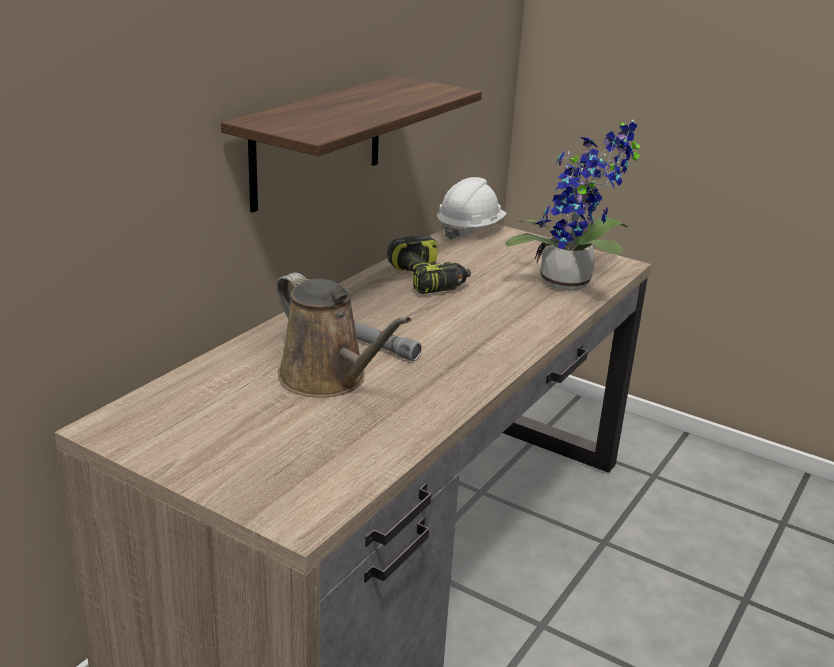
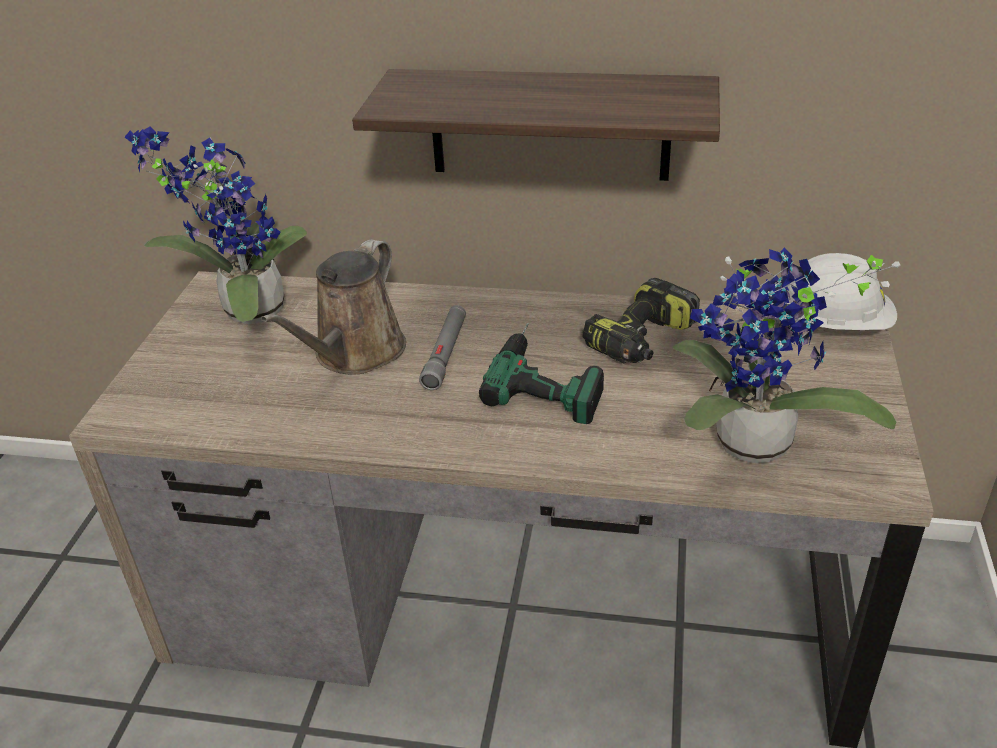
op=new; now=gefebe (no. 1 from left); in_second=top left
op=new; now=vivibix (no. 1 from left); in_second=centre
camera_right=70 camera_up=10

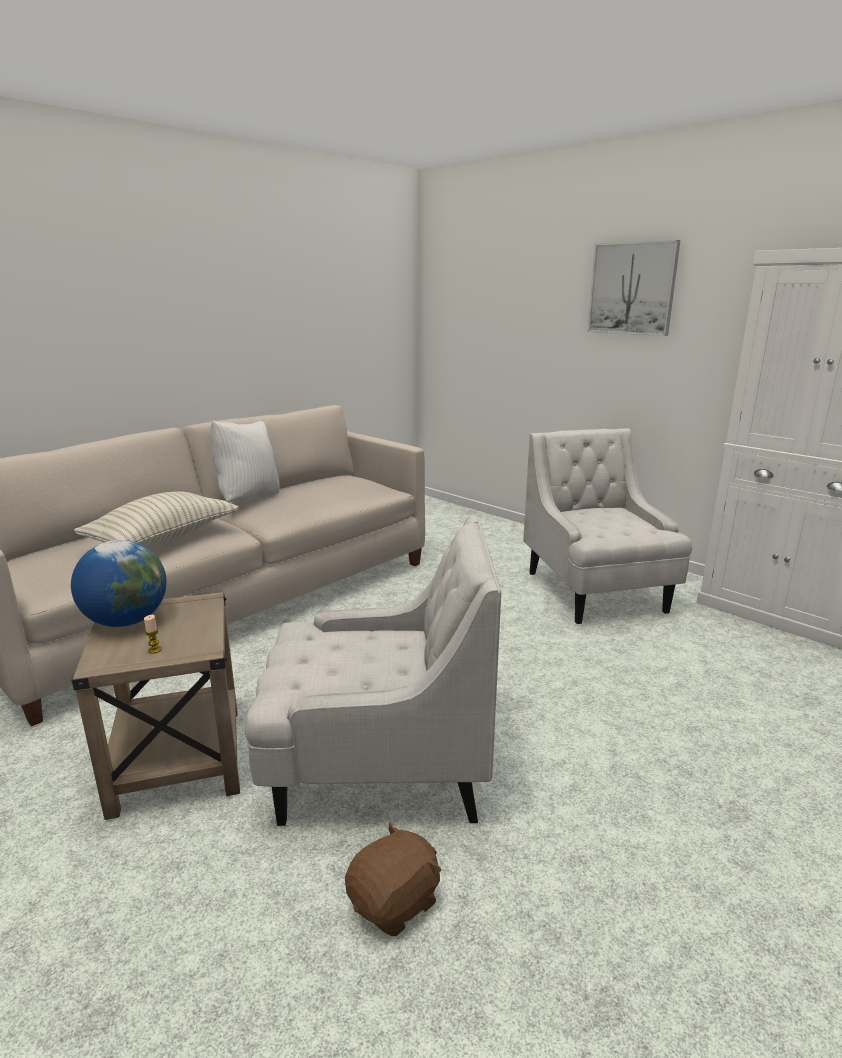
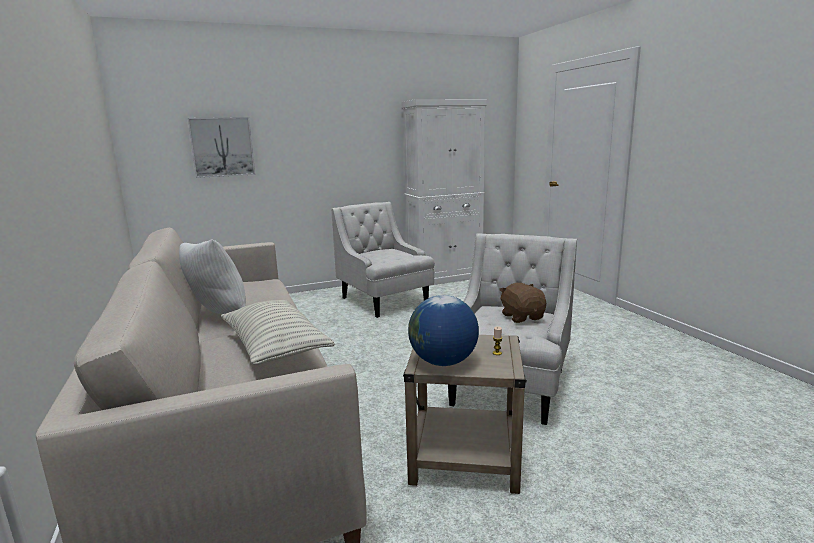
op=shifted; was=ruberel; in_first=top right; in_second=top left
op=rotated; was=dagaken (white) (no. 2 from left in the first image); in_first=middle right; in_second=centre; clockwise=45
op=shifted; was=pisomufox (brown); in_first=bottom centre; in_second=centre
camera_right=-65 camera_up=-5

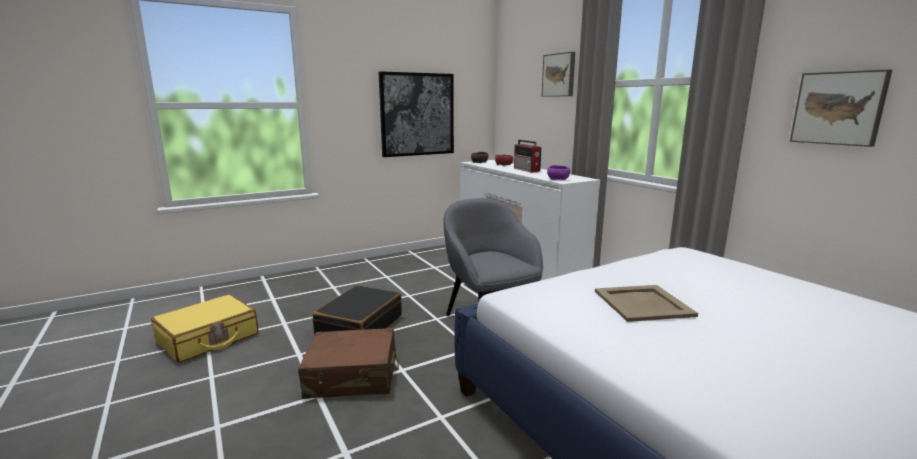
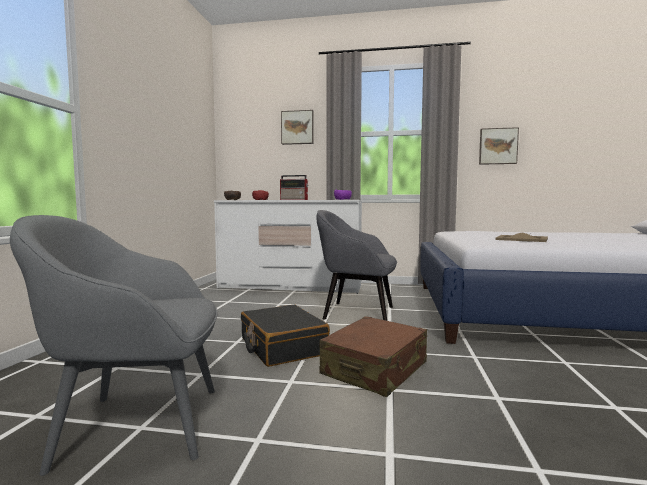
op=swapped; was=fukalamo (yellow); now=dagaken (grey) (no. 1 from left); in_first=bottom left; in_second=bottom left
op=gone; was=ruberel (no. 1 from left); in_first=top centre
camera_right=-50 camera_up=-10

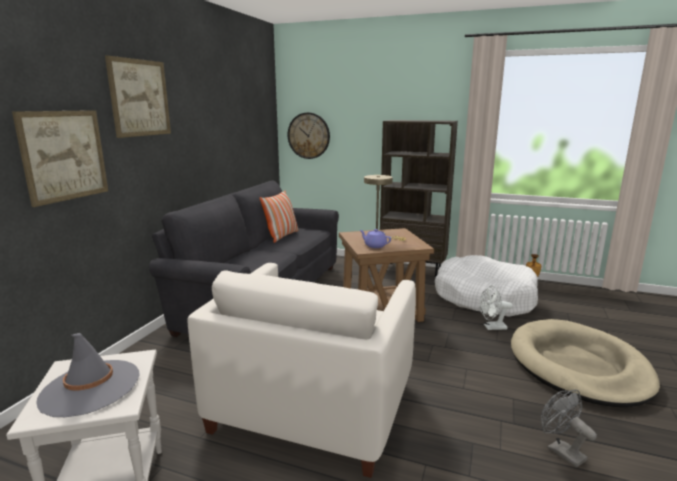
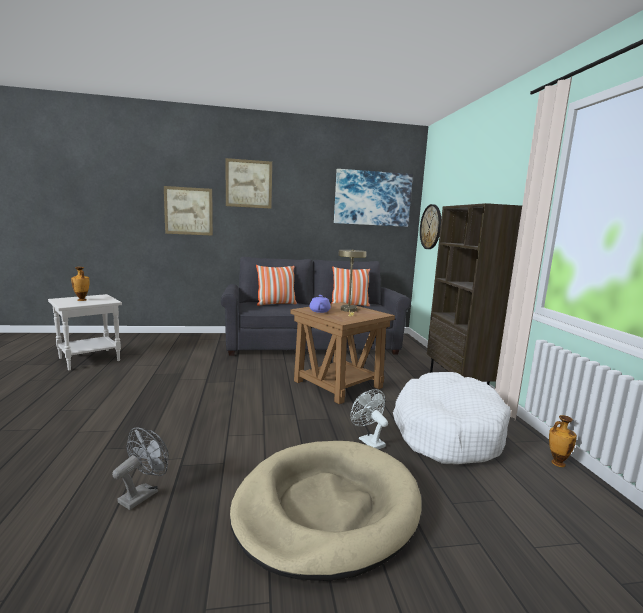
op=swapped; was=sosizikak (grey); now=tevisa (no. 1 from left); in_first=bottom left; in_second=middle left
op=new; now=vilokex (no. 1 from left); in_second=centre
op=new; now=ruberel (no. 3 from left); in_second=top centre
op=gone; was=dagaken (white); in_first=bottom centre
camera_right=60 camera_up=-5

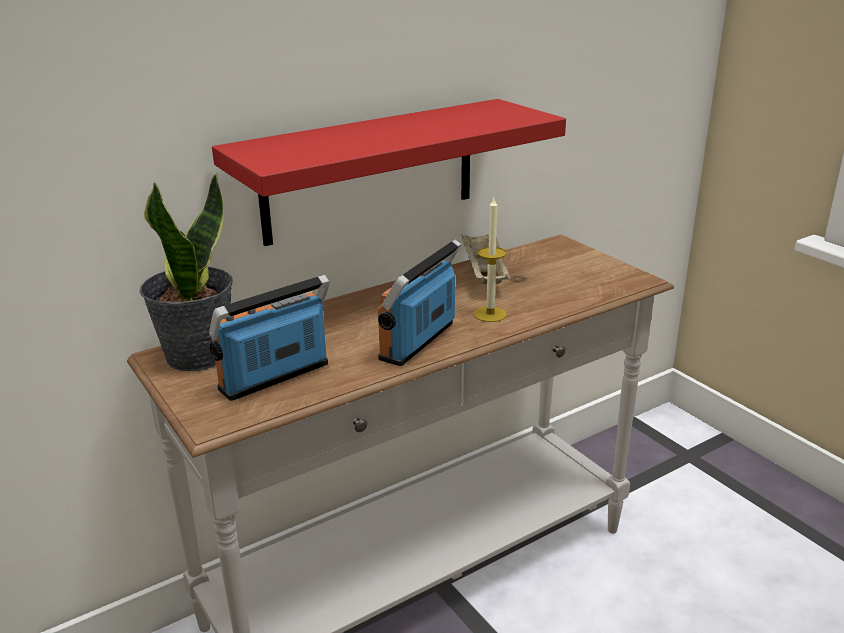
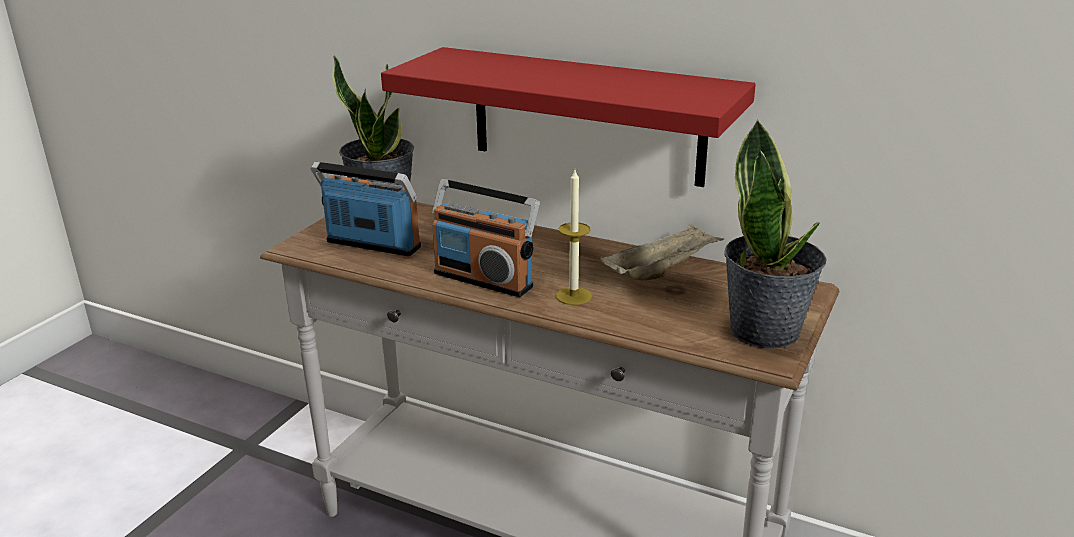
op=rotated; was=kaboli (no. 2 from left); in_first=centre; in_second=centre; clockwise=-150
op=new; now=gefebe (no. 2 from left); in_second=middle right
camera_right=60 camera_up=0

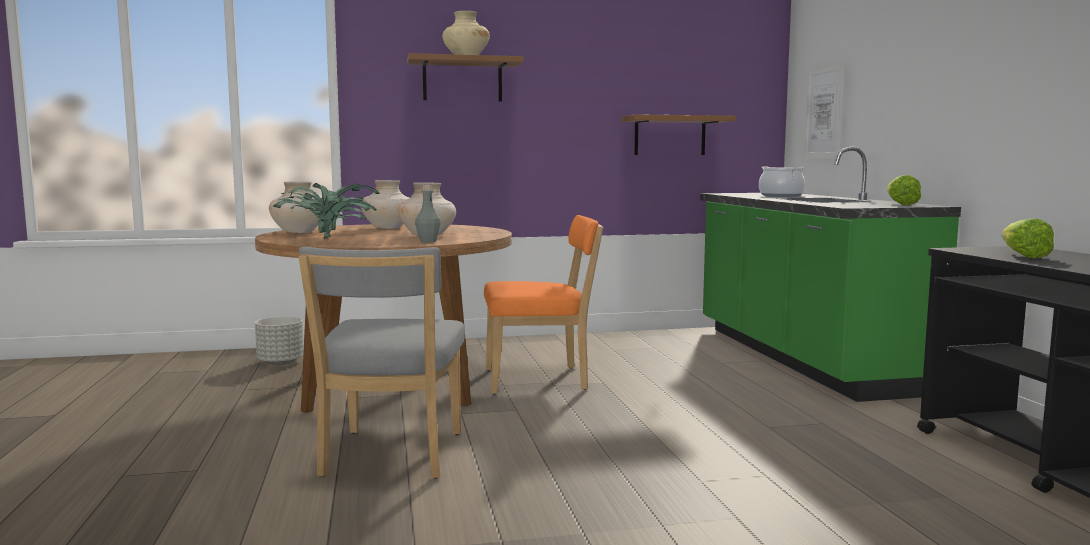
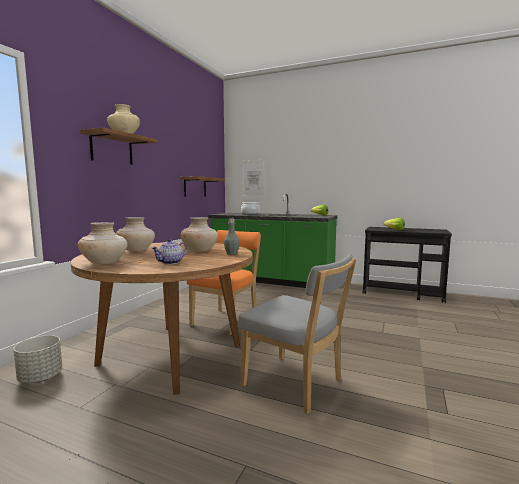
op=swapped; was=gefebe; now=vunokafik; in_first=middle left; in_second=middle left
camera_right=-55 camera_up=0

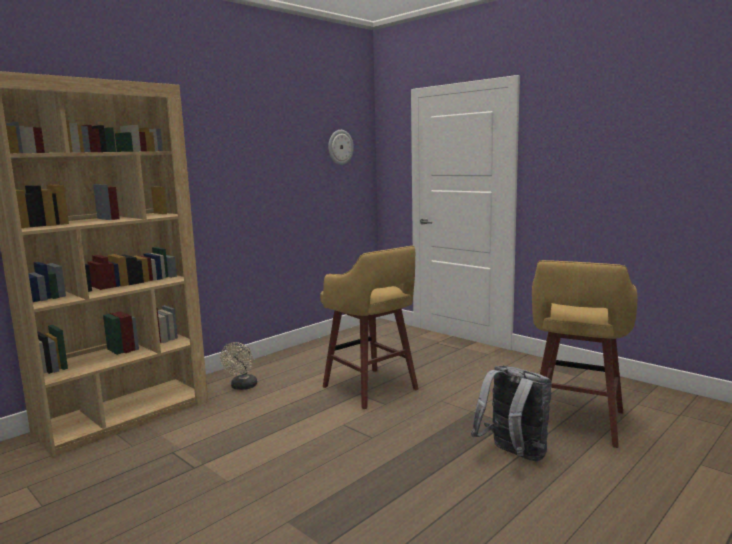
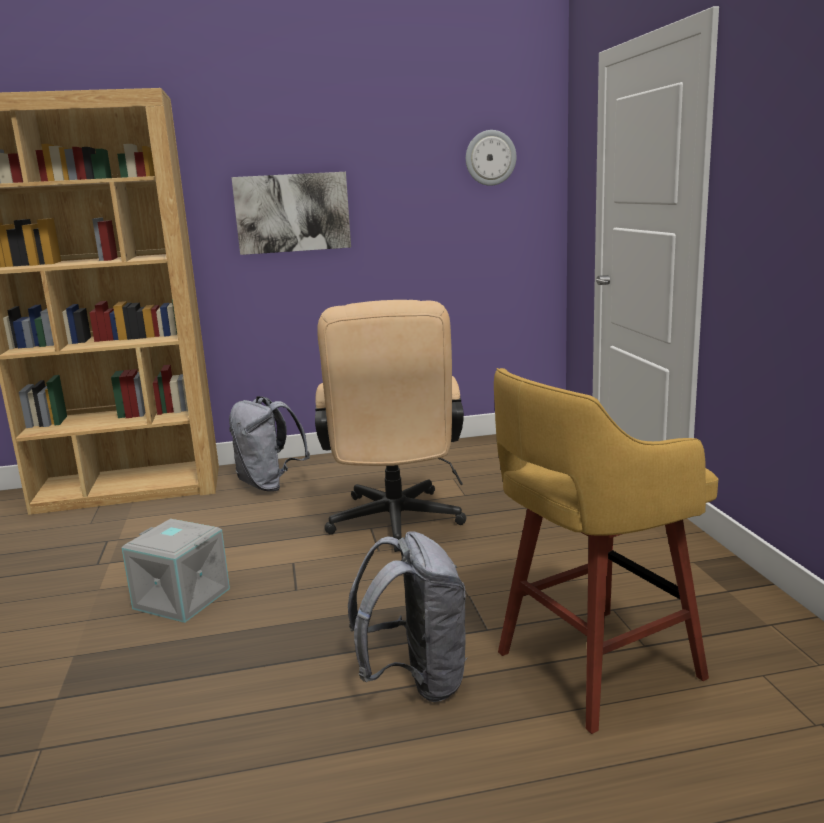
op=new; now=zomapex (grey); in_second=bottom left
op=swapped; was=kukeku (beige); now=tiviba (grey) (no. 1 from left); in_first=bottom left; in_second=middle left
op=new; now=ruberel; in_second=top centre
op=swapped; was=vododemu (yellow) (no. 1 from left); now=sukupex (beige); in_first=centre; in_second=centre
camera_right=35 camera_up=5

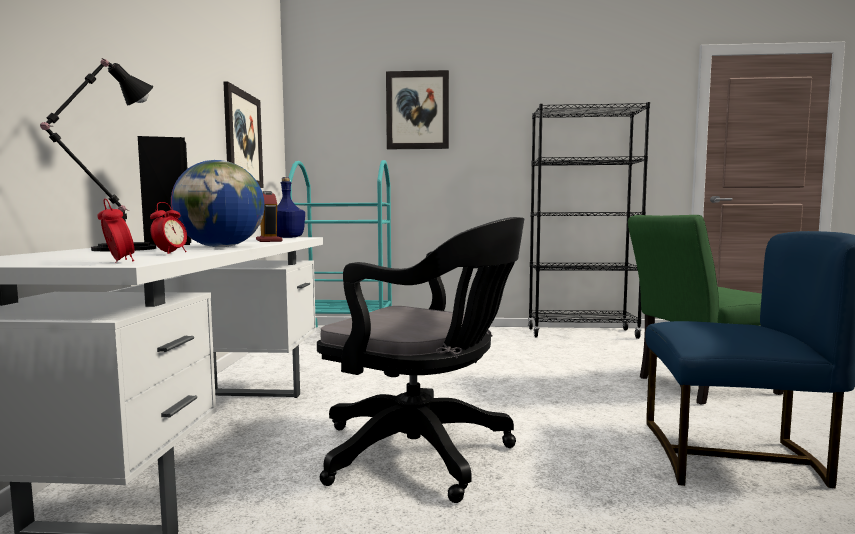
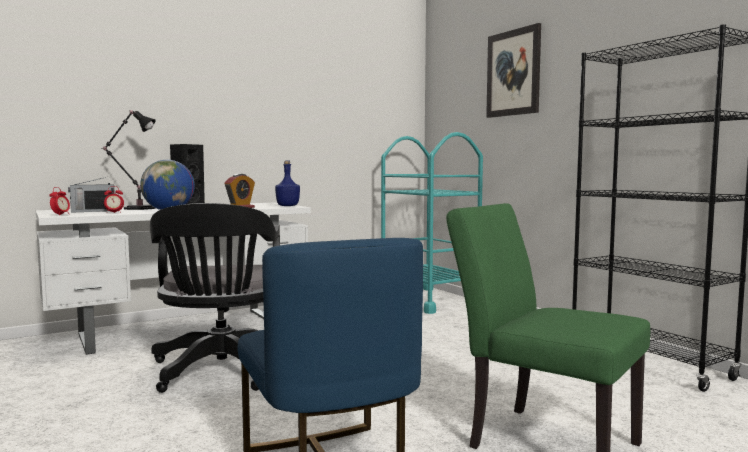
op=new; now=kaboli; in_second=middle left
op=gone; was=ruberel (no. 1 from left); in_first=top left
camera_right=55 camera_up=0

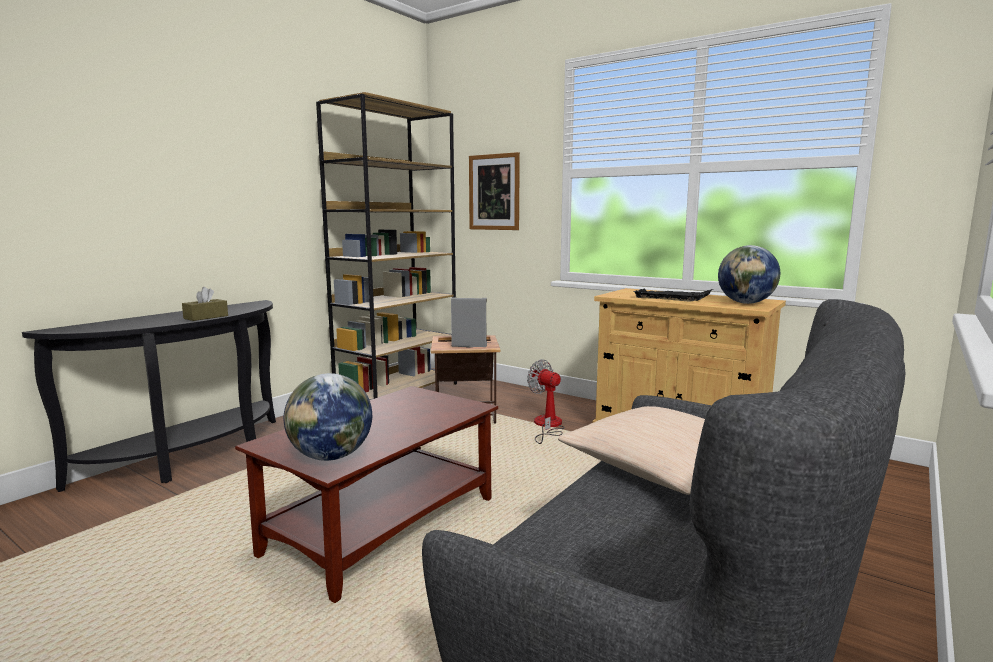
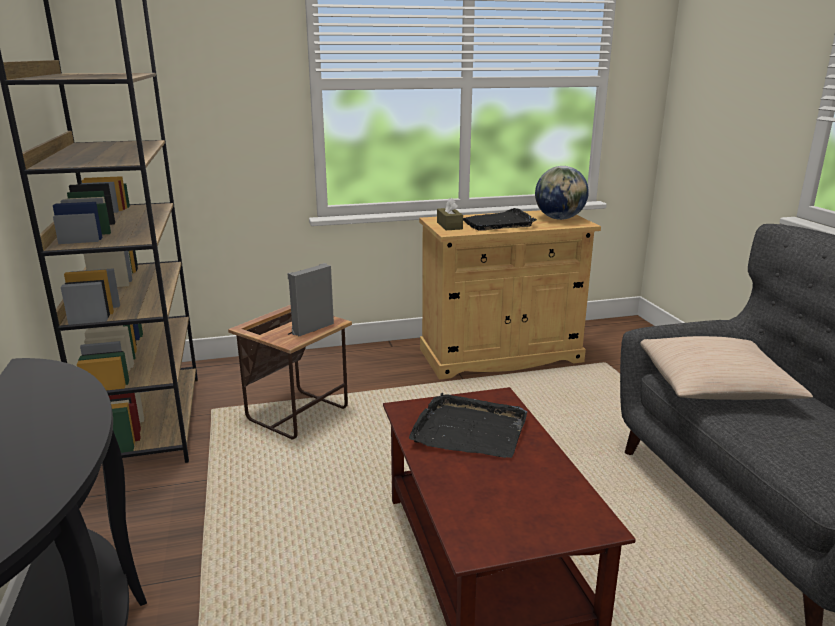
op=new; now=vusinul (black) (no. 1 from left); in_second=bottom centre
op=shifted; was=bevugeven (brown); in_first=middle left; in_second=centre
op=gone; was=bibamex (no. 1 from left); in_first=middle left
op=gone; was=ruberel; in_first=top centre
op=gone; was=kukeku; in_first=centre
camera_right=-50 camera_up=10

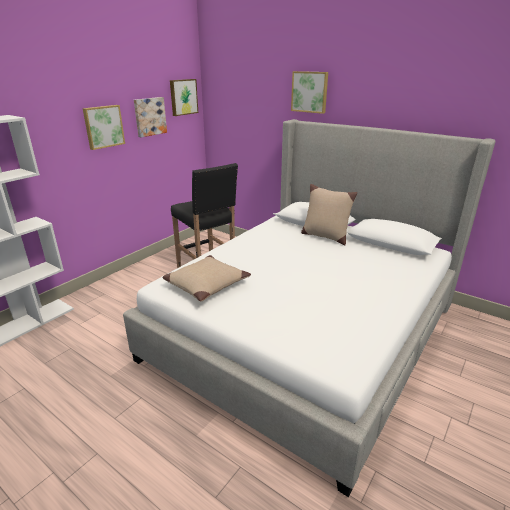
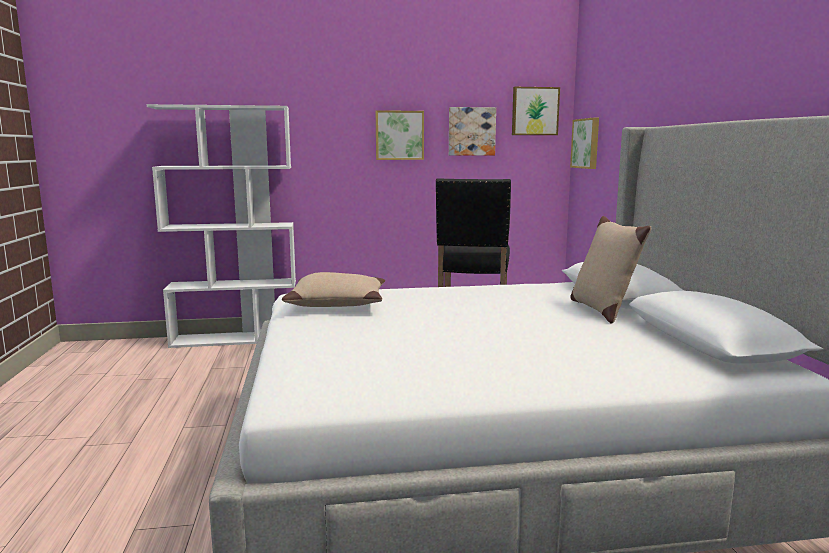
op=shifted; was=ruberel (no. 4 from left); in_first=top centre; in_second=top right
camera_right=45 camera_up=-15

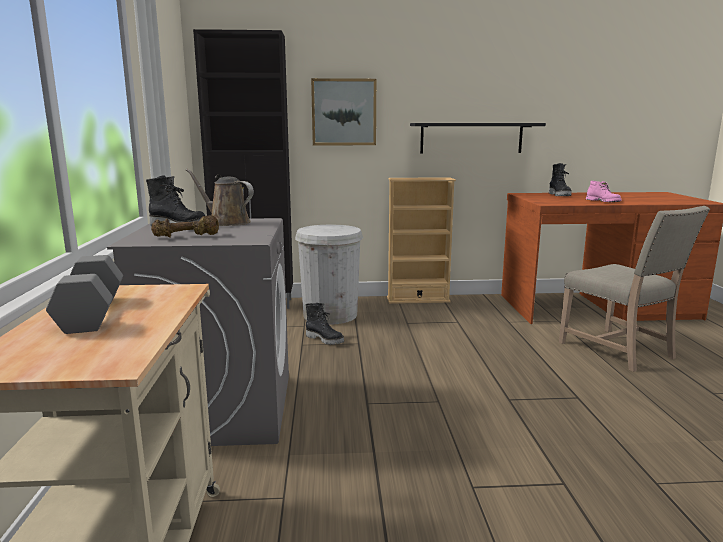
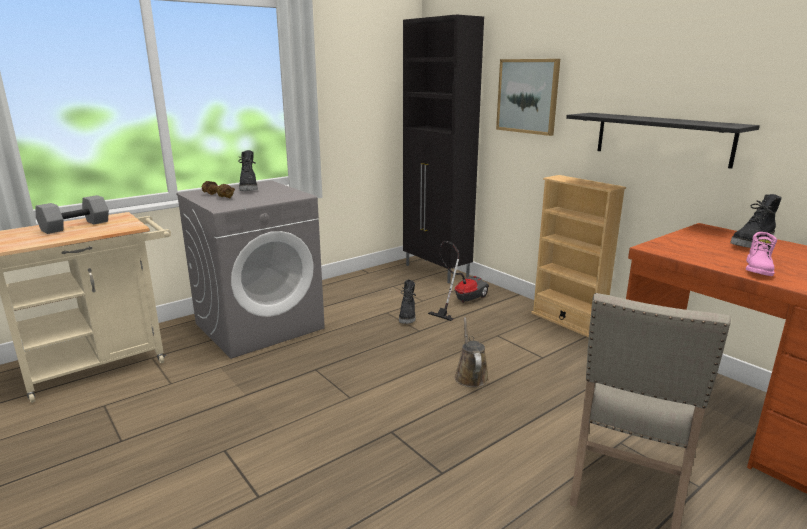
op=swapped; was=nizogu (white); now=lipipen; in_first=centre; in_second=centre
op=shifted; was=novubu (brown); in_first=middle left; in_second=centre
camera_right=55 camera_up=5

